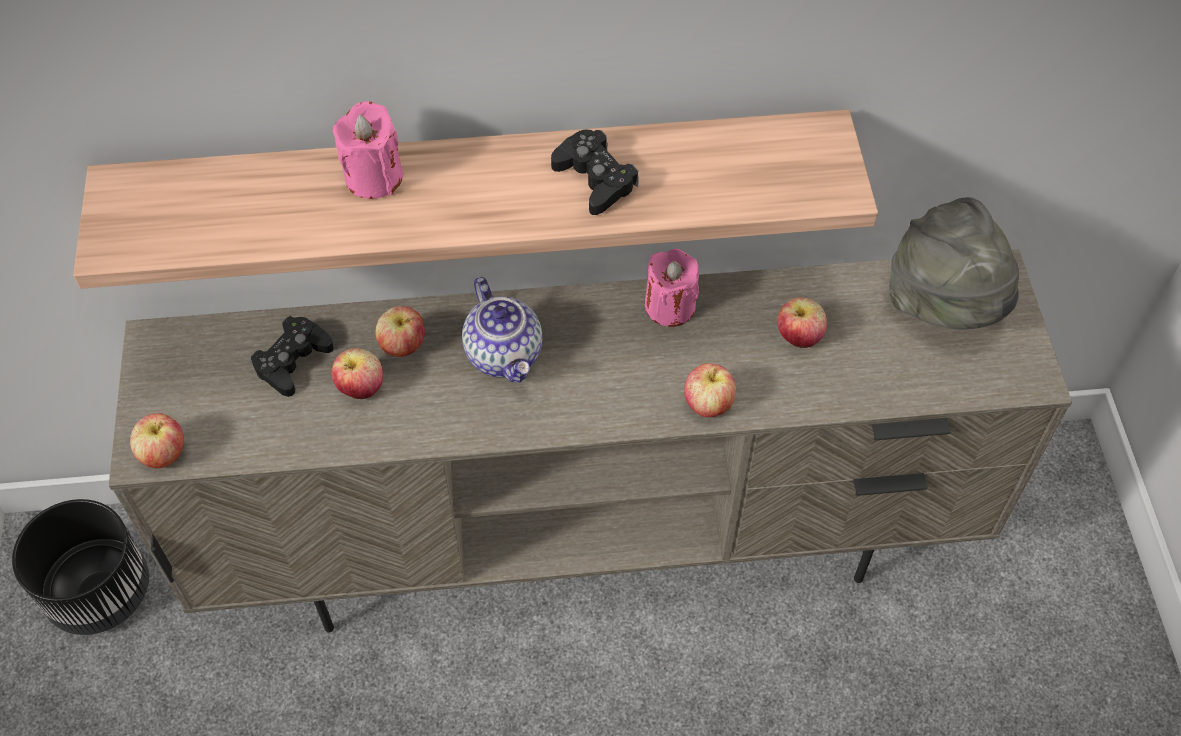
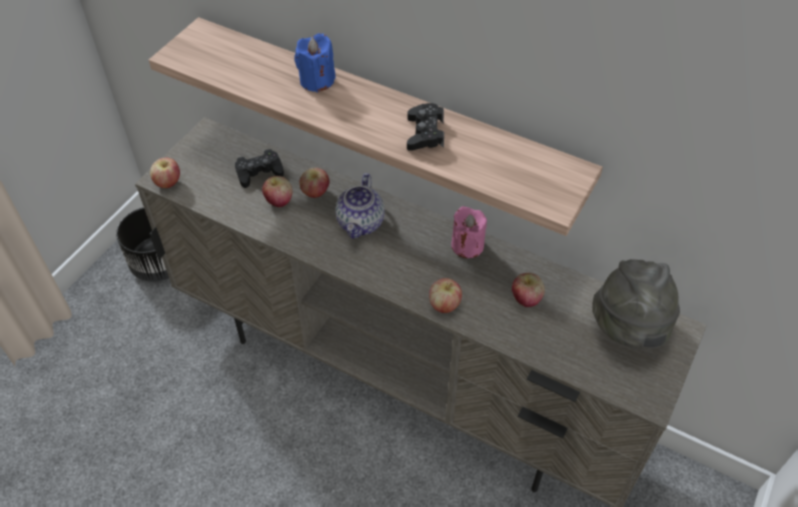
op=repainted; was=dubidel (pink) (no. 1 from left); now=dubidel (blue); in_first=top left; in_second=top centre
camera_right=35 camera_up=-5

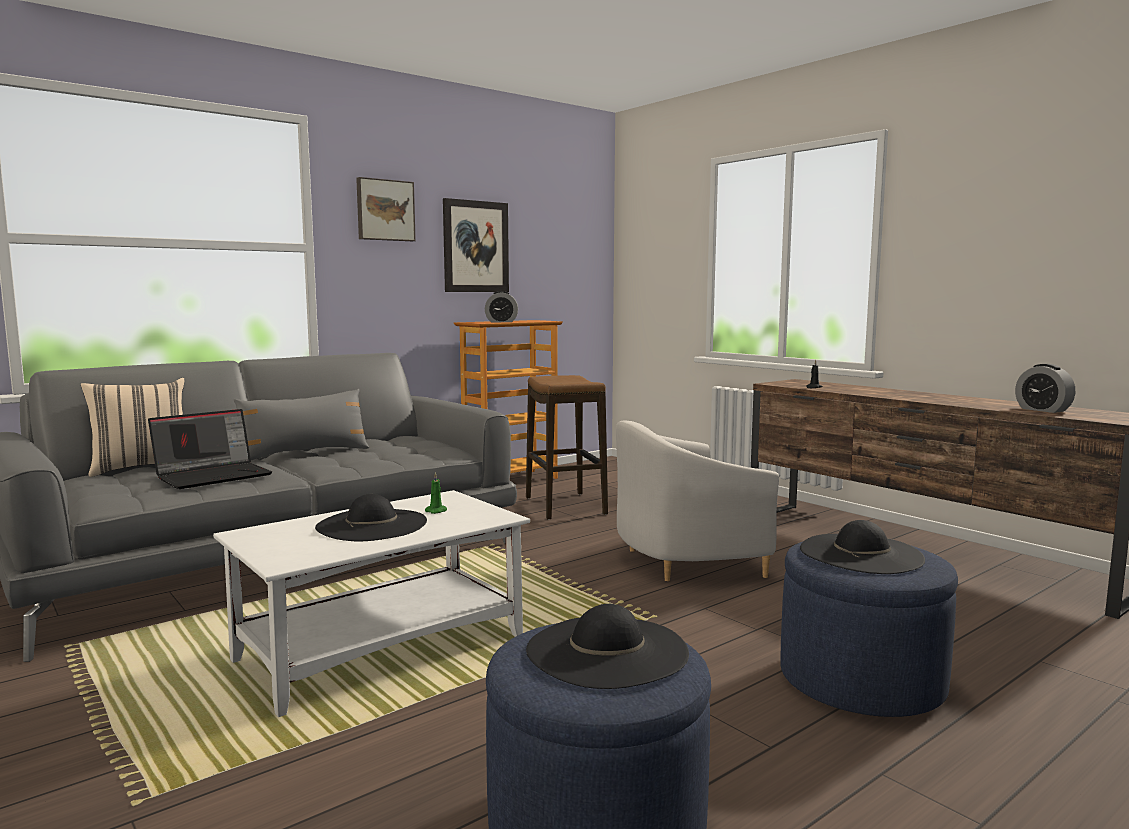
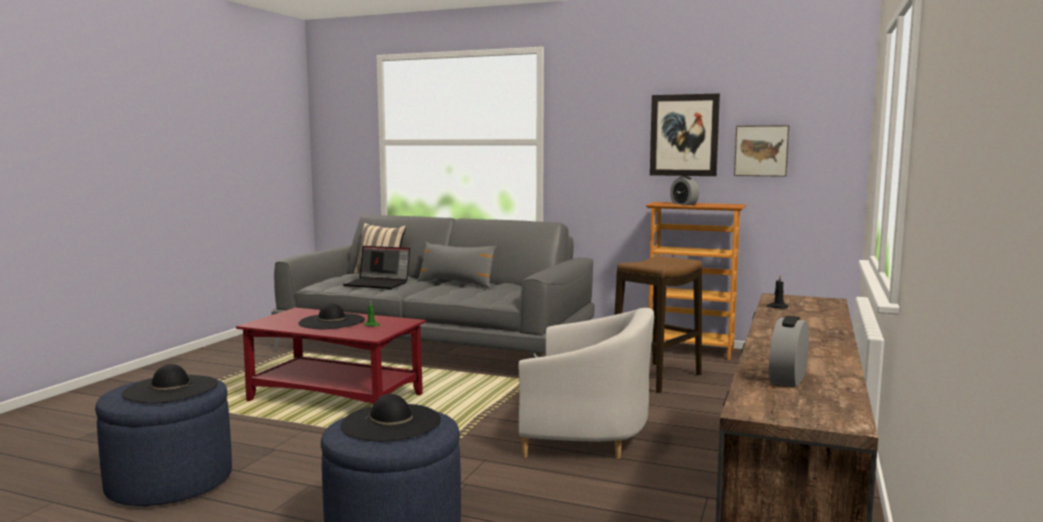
op=repainted; was=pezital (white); now=pezital (red); in_first=bottom left; in_second=bottom left
op=rotated; was=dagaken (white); in_first=centre; in_second=bottom centre; clockwise=150
op=shifted; was=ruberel (no. 1 from left in the first image); now=ruberel (no. 2 from left); in_first=top centre; in_second=top right
camera_right=60 camera_up=0

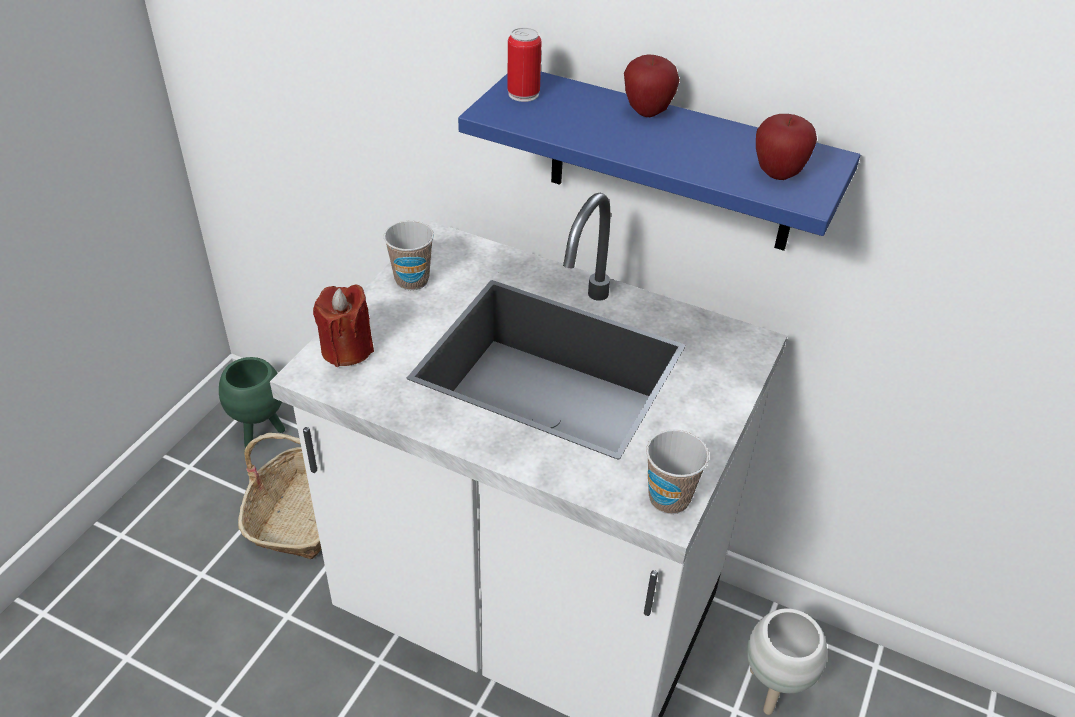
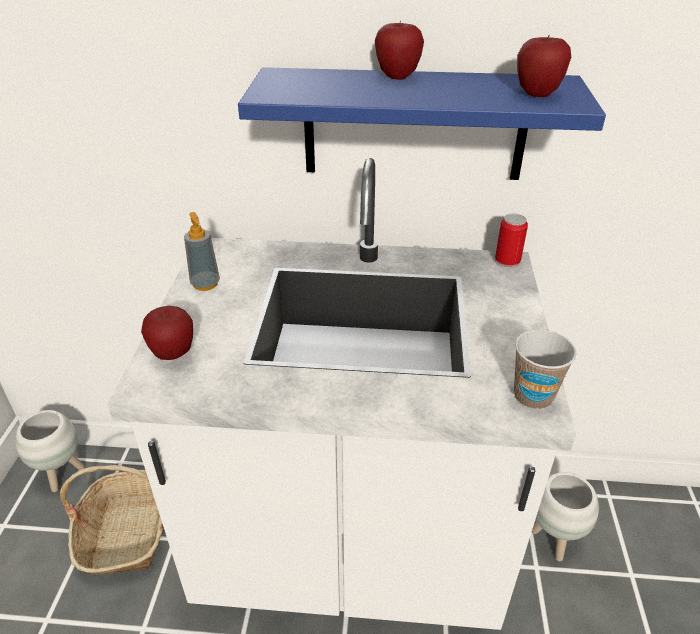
op=repainted; was=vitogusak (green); now=vitogusak (white) (no. 1 from left); in_first=middle left; in_second=bottom left
op=swapped; was=dubidel (red); now=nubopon (no. 1 from left); in_first=middle left; in_second=middle left
op=swapped; was=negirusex (no. 1 from left); now=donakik; in_first=centre; in_second=middle left
op=shifted; was=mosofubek; in_first=top centre; in_second=middle right
camera_right=-20 camera_up=-5

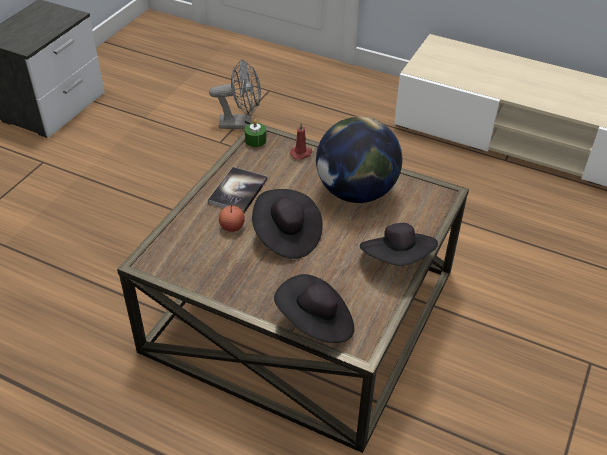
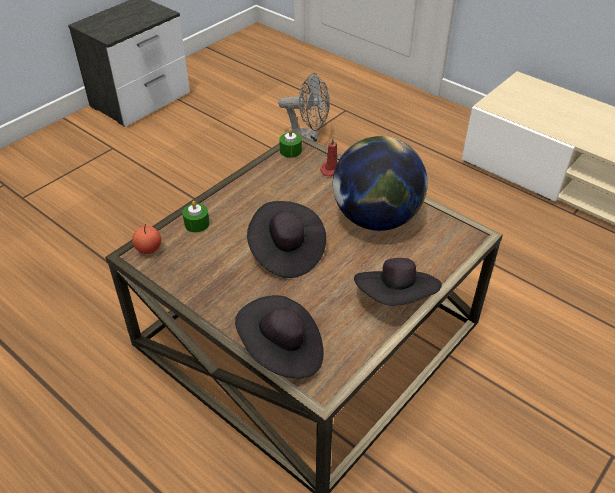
op=shifted; was=nubopon; in_first=centre; in_second=middle left
op=new; now=dubidel (green) (no. 1 from left); in_second=middle left
op=gone; was=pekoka; in_first=centre
camera_right=15 camera_up=0

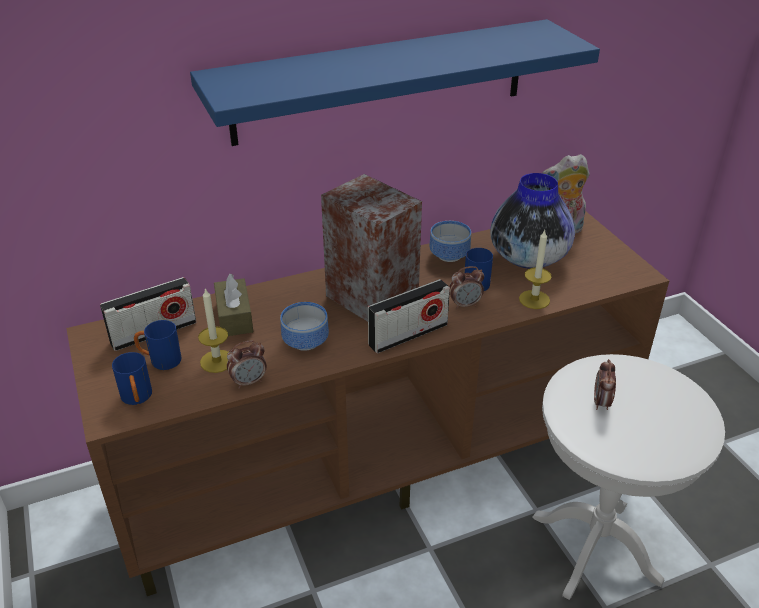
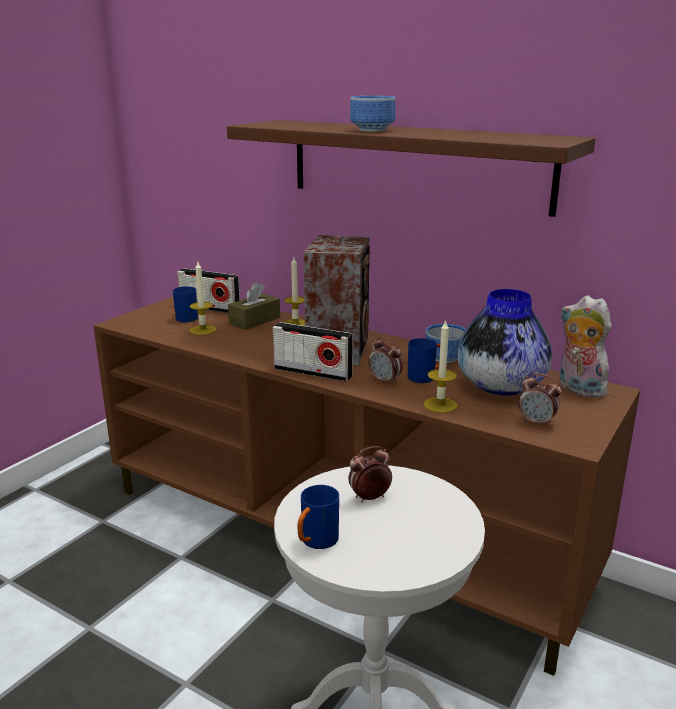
op=repainted; was=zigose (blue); now=zigose (brown); in_first=top centre; in_second=top centre
op=new; now=dubidel (no. 2 from left); in_second=centre
op=shifted; was=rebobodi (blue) (no. 1 from left in the first image); now=rebobodi (blue) (no. 2 from left); in_first=middle left; in_second=bottom centre
op=shifted; was=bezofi (no. 1 from left); in_first=centre; in_second=top centre
op=shifted; was=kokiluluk (no. 1 from left in the first image); now=kokiluluk (no. 3 from left); in_first=middle left; in_second=middle right
camera_right=55 camera_up=-15

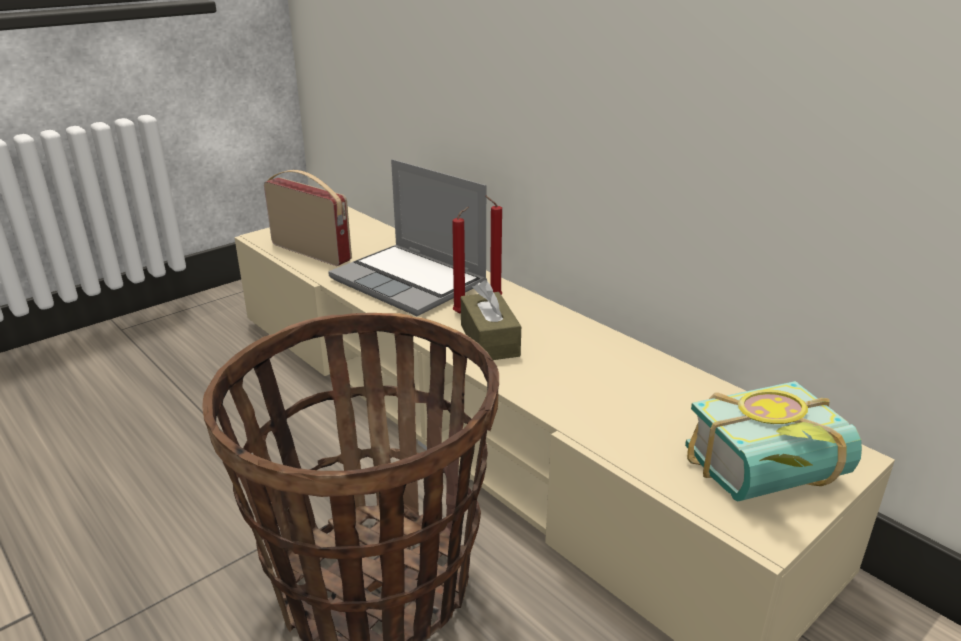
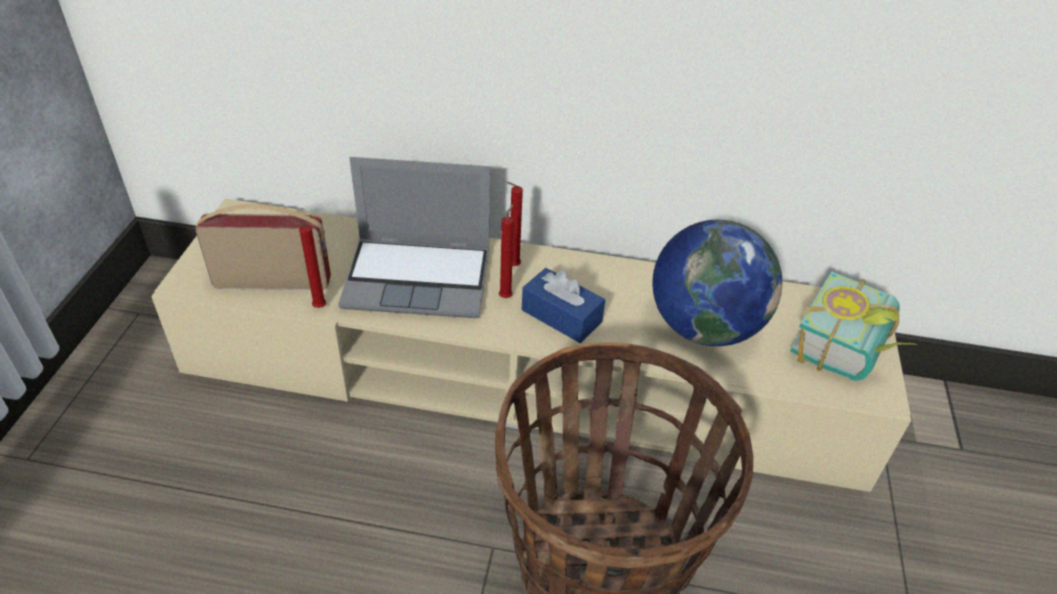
op=new; now=dubidel (red) (no. 1 from left); in_second=middle left
op=repainted; was=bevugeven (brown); now=bevugeven (blue); in_first=centre; in_second=centre
op=new; now=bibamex; in_second=middle right
camera_right=-40 camera_up=15

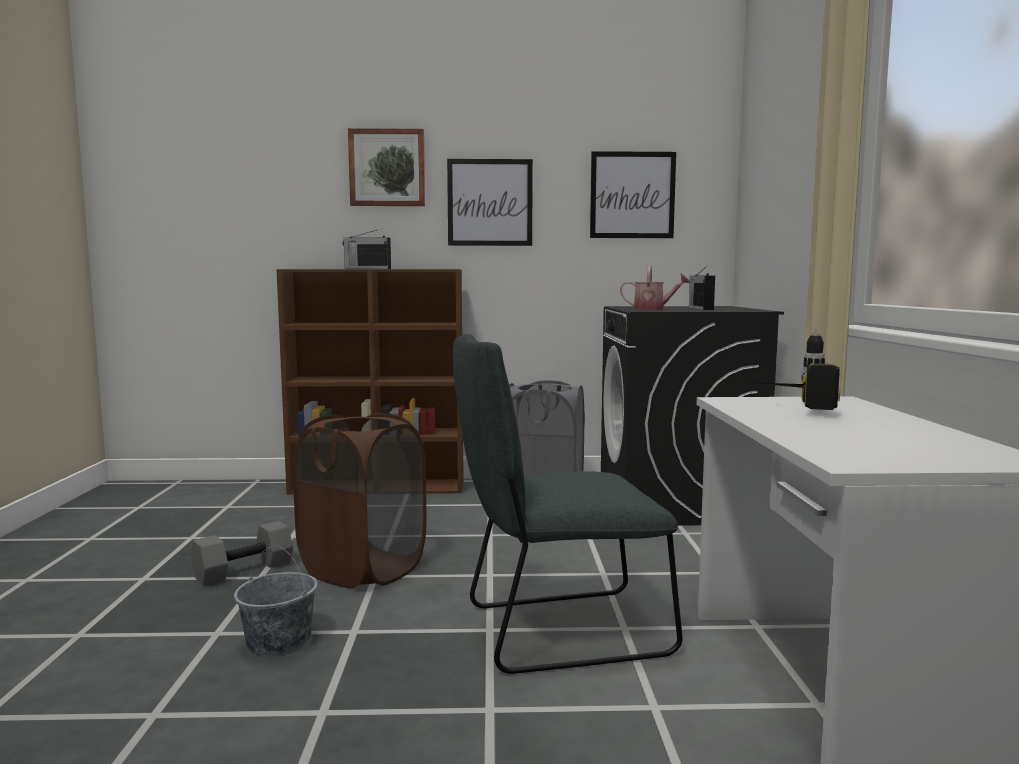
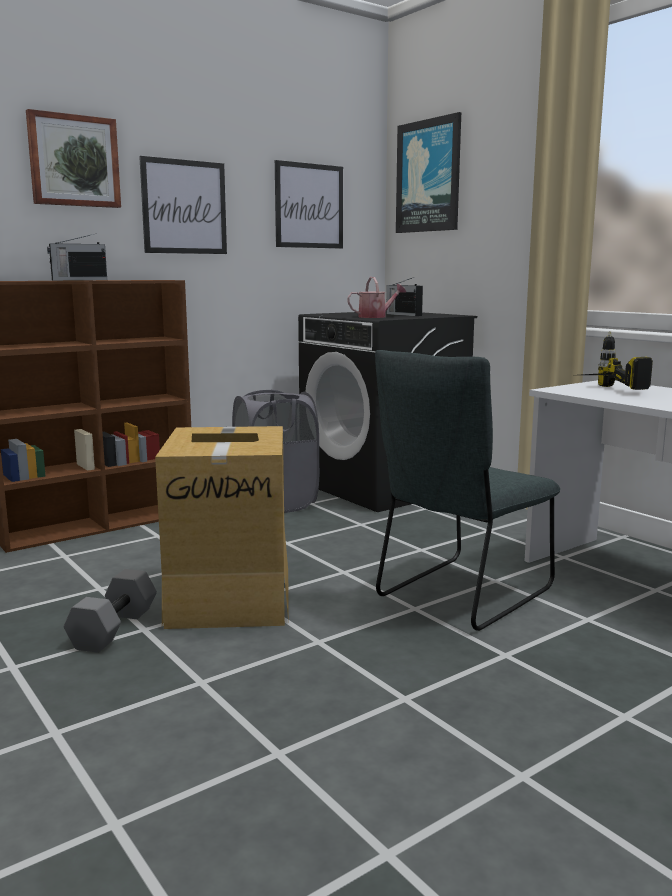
op=swapped; was=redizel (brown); now=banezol; in_first=centre; in_second=middle left
op=new; now=ruberel (no. 4 from left); in_second=top centre
op=gone; was=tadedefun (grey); in_first=bottom left
camera_right=-35 camera_up=5

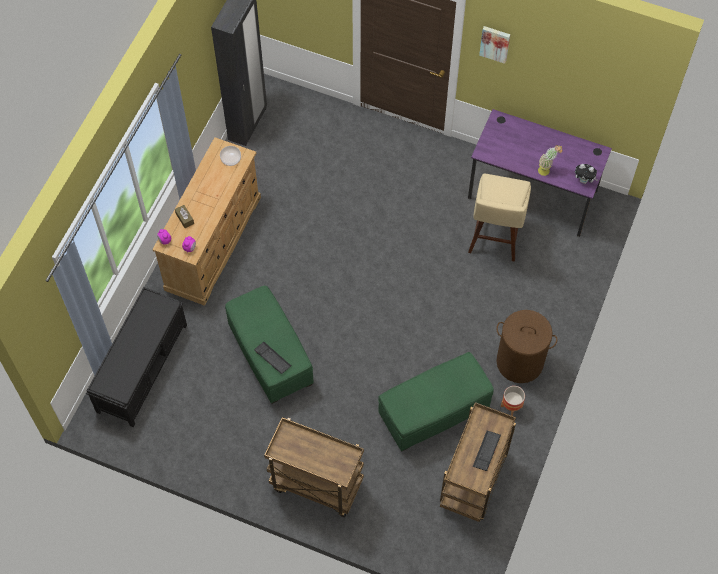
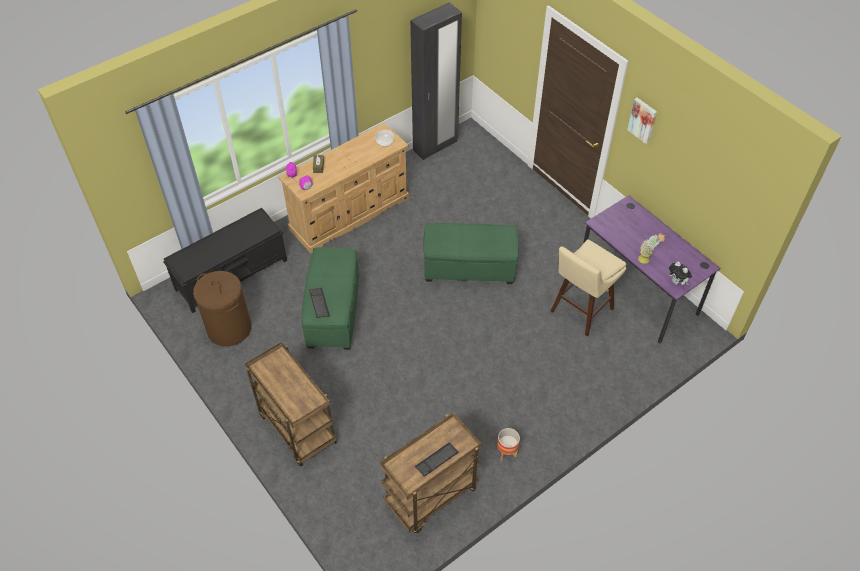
op=shifted; was=redizel (brown); in_first=middle right; in_second=middle left
op=shifted; was=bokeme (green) (no. 2 from left); in_first=bottom centre; in_second=centre
camera_right=30 camera_up=-10

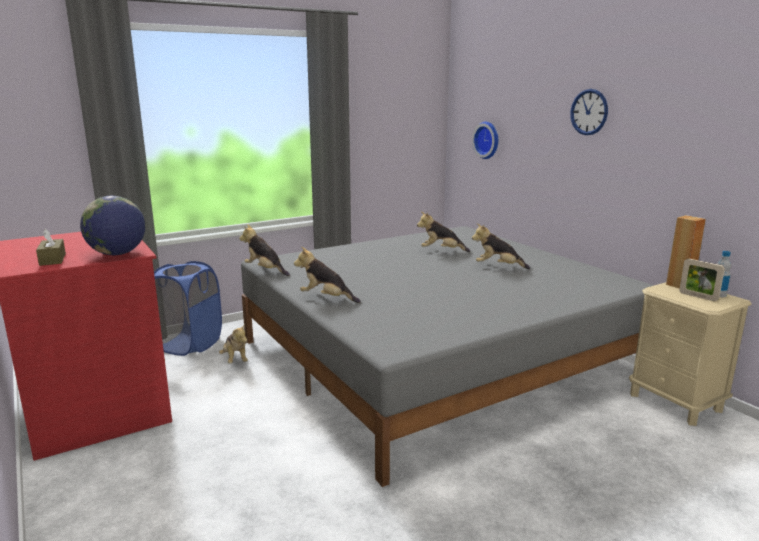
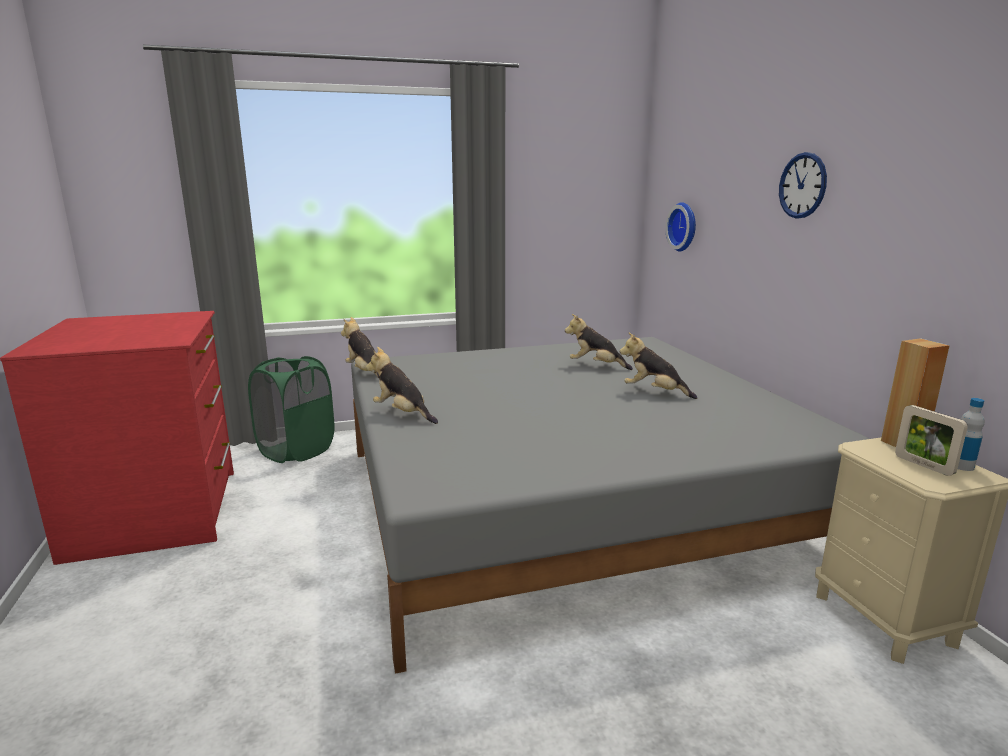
op=repainted; was=redizel (blue); now=redizel (green); in_first=middle left; in_second=middle left
op=gone; was=bevugeven (brown); in_first=middle left
op=gone; was=bibamex; in_first=middle left
op=gone; was=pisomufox (no. 1 from left); in_first=middle left
camera_right=15 camera_up=0

